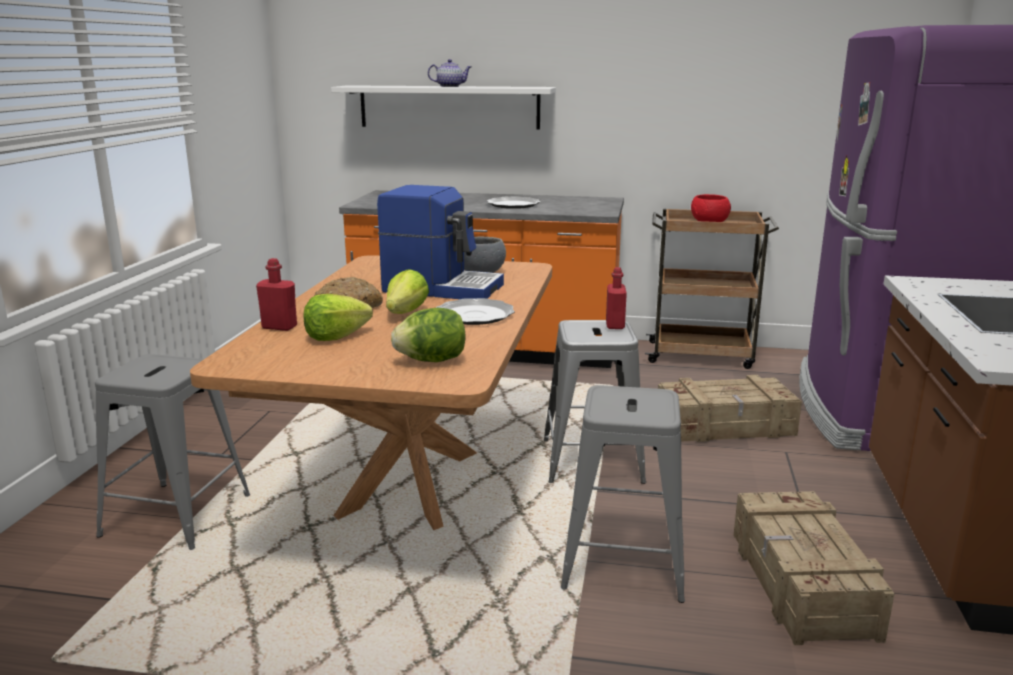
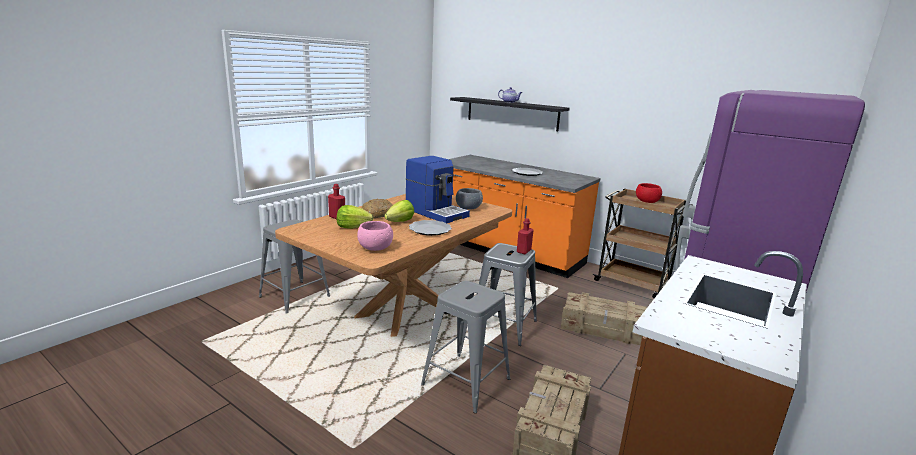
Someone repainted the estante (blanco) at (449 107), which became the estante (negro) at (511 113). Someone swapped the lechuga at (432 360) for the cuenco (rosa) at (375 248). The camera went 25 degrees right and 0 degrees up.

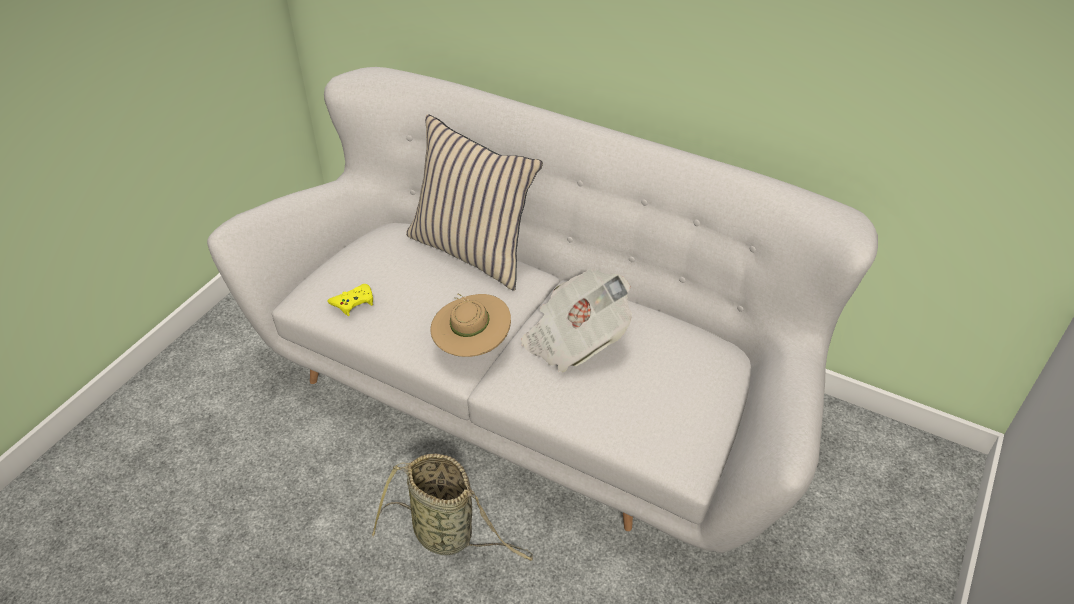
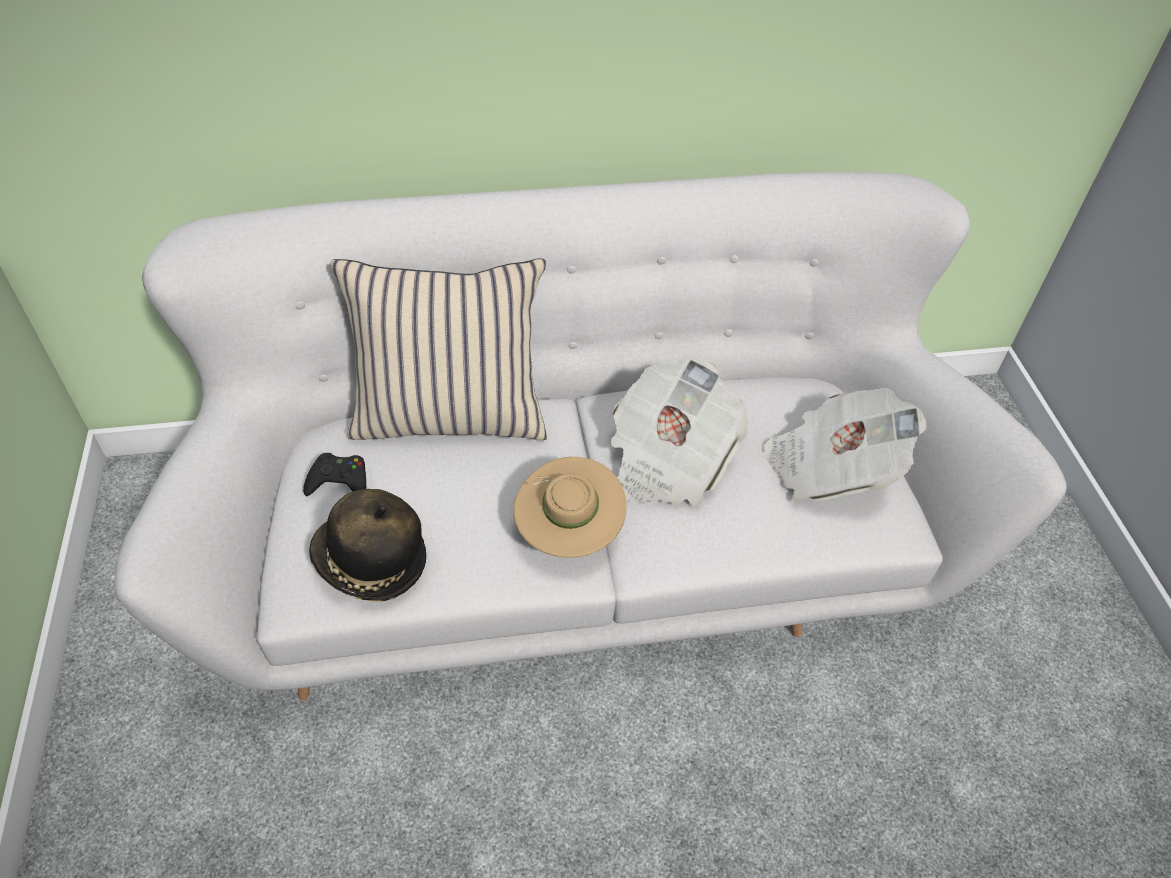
Someone swapped the mando de consola (amarillo) at (353 302) for the sombrero at (370 562). Someone took away the cesta at (448 535). Someone put down the mando de consola (negro) at (339 481). Someone put down the periódico at (831 467). The camera went 40 degrees left and 5 degrees up.

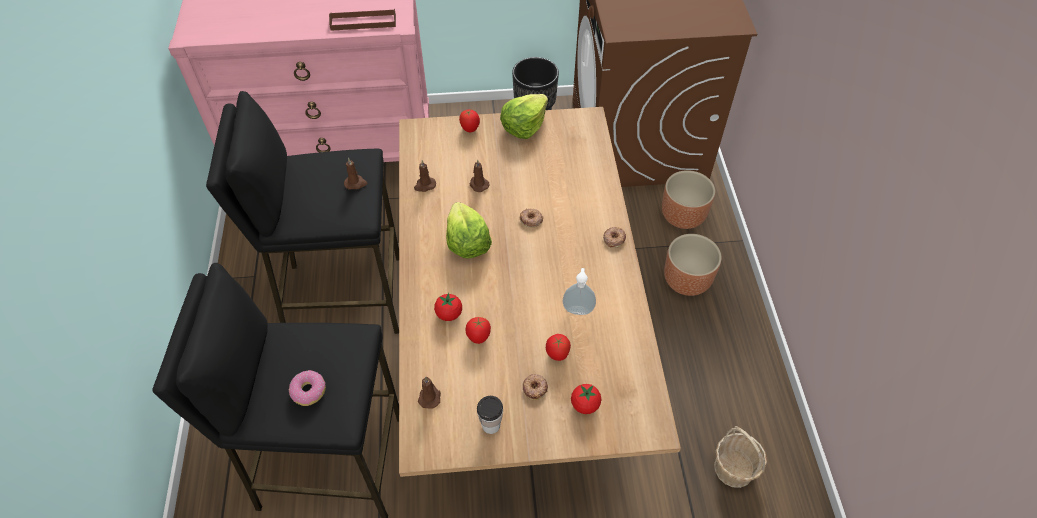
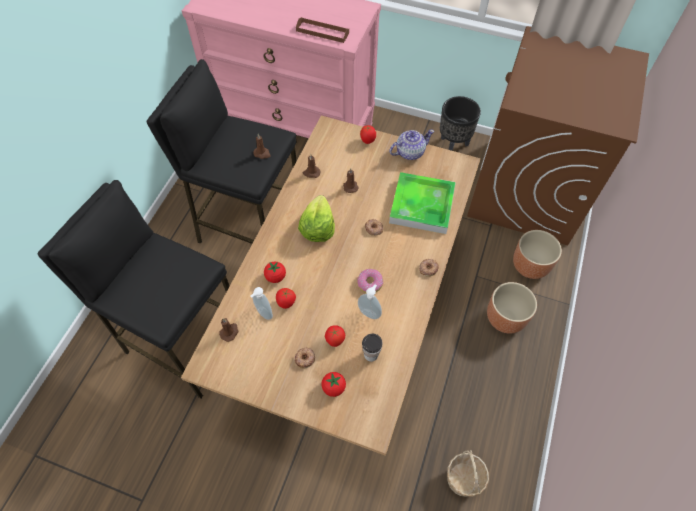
Someone carried the rosquilla from (308 391) to (369 283). Someone carried the taza from (491 425) to (371 355). Someone swapped the lechuga at (524 126) for the tetera at (409 152). Someone put down the dispensador de jabón at (263 313). Someone put down the bandeja at (422 205). The camera went 25 degrees right and 5 degrees up.

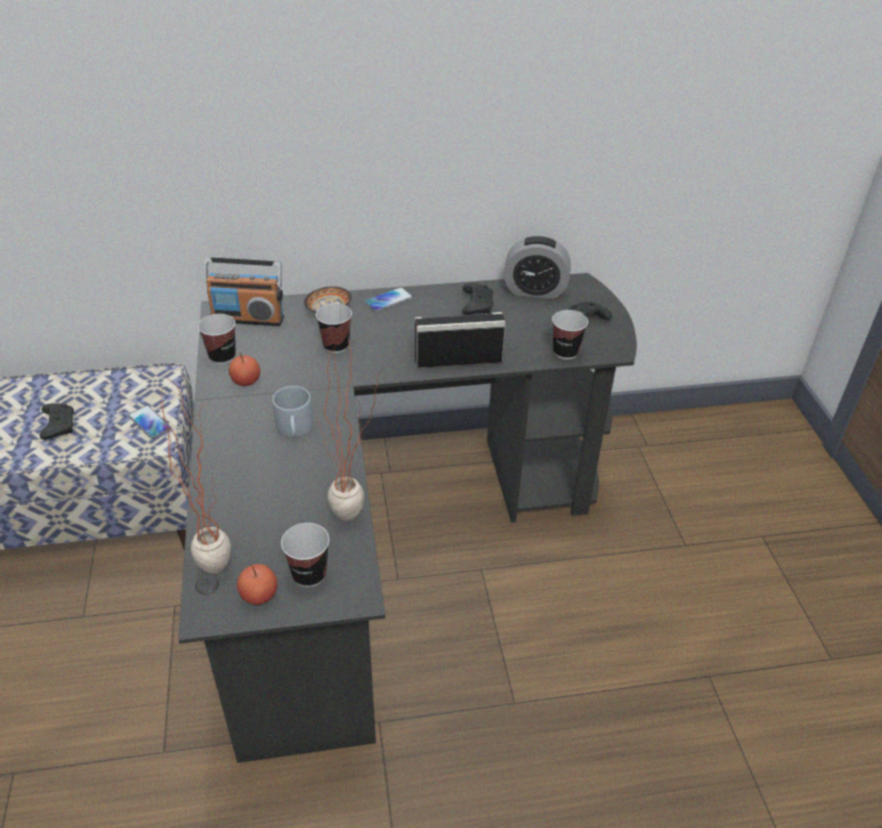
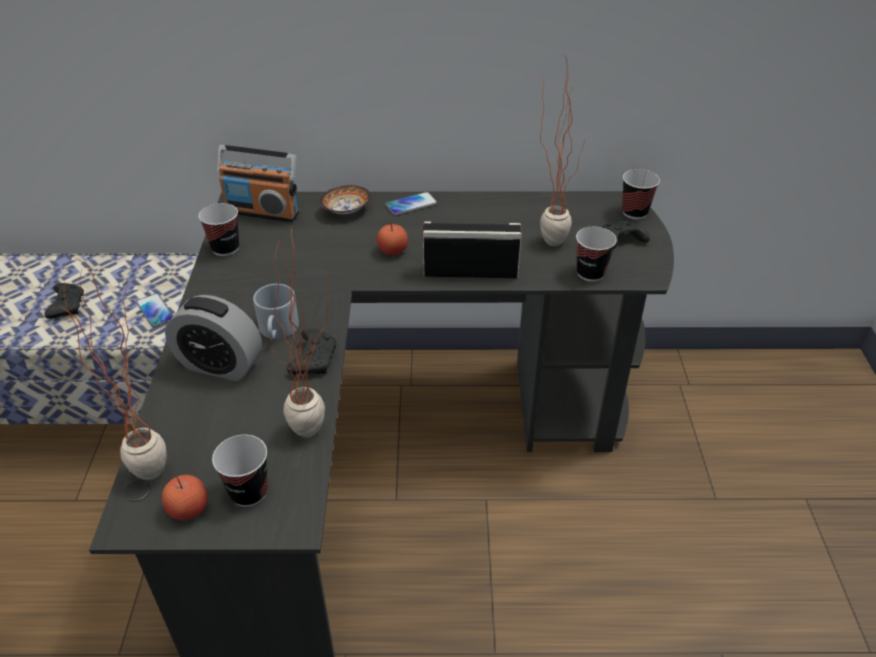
Someone carried the manzana from (246 381) to (392 251). Someone carried the taza from (336 346) to (634 212). Someone carried the mando de consola (negro) from (476 305) to (314 359). Someone carried the despertador from (535 291) to (220 365). Someone put down the planta en maceta at (550 237). The camera went 10 degrees right and 0 degrees up.

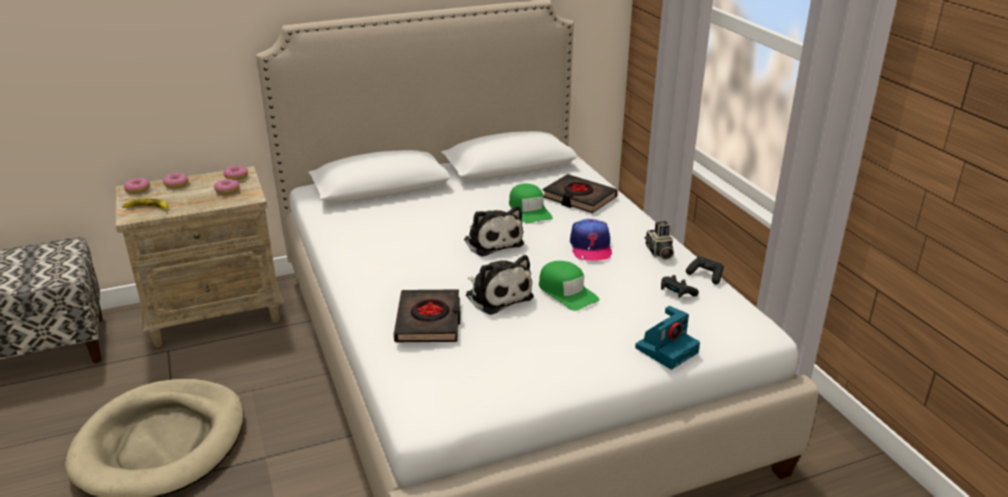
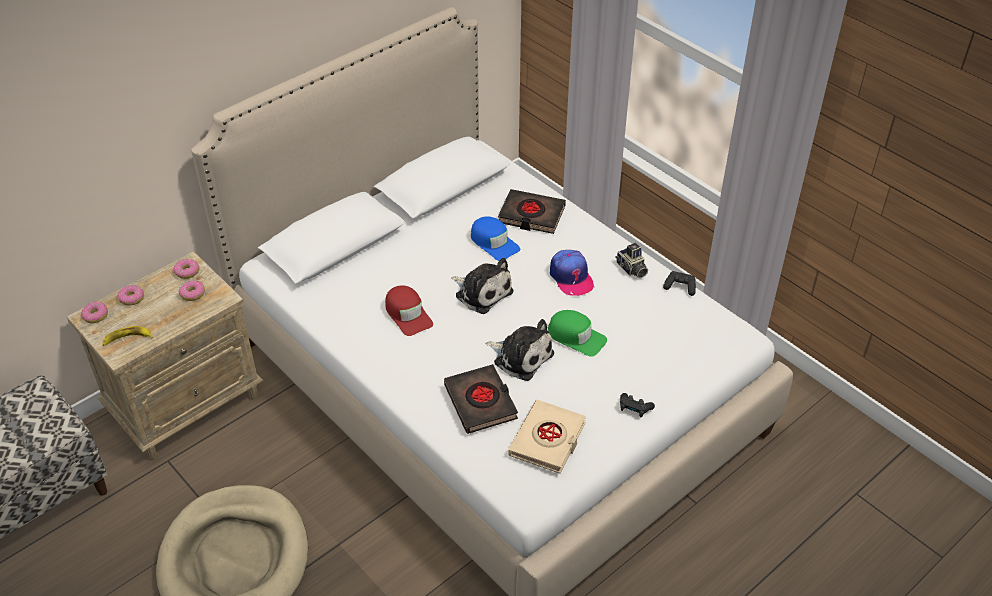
Someone repainted the gorra (verde) at (529 210), which became the gorra (azul) at (494 242). Someone took away the cámara at (667 349). Someone carried the mando de consola (negro) from (676 293) to (634 409). Someone put down the gorra (rojo) at (408 314). Someone put down the libro (beis) at (548 440). The camera went 20 degrees left and 15 degrees up.

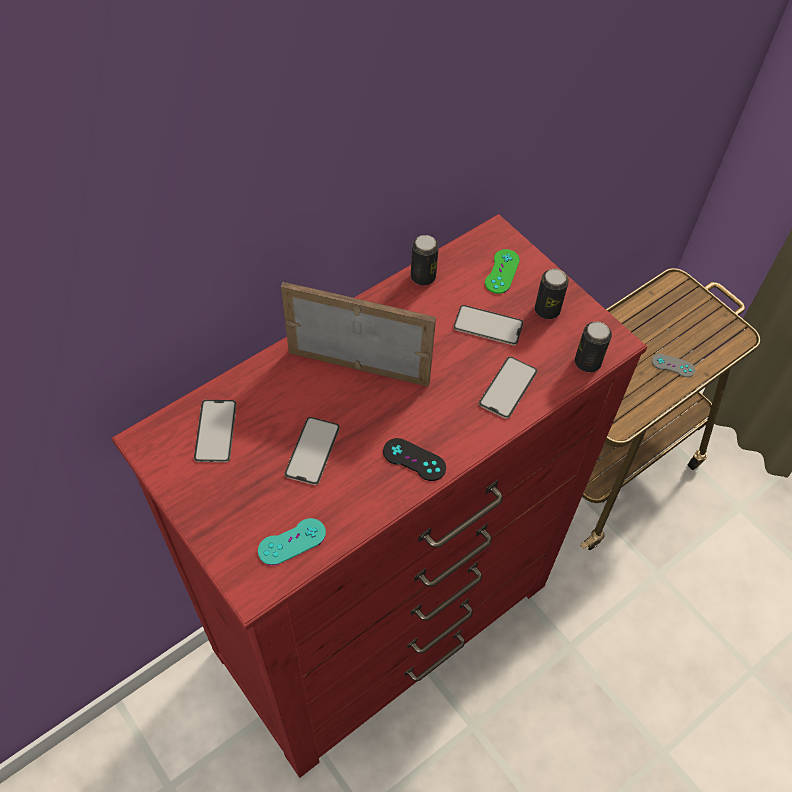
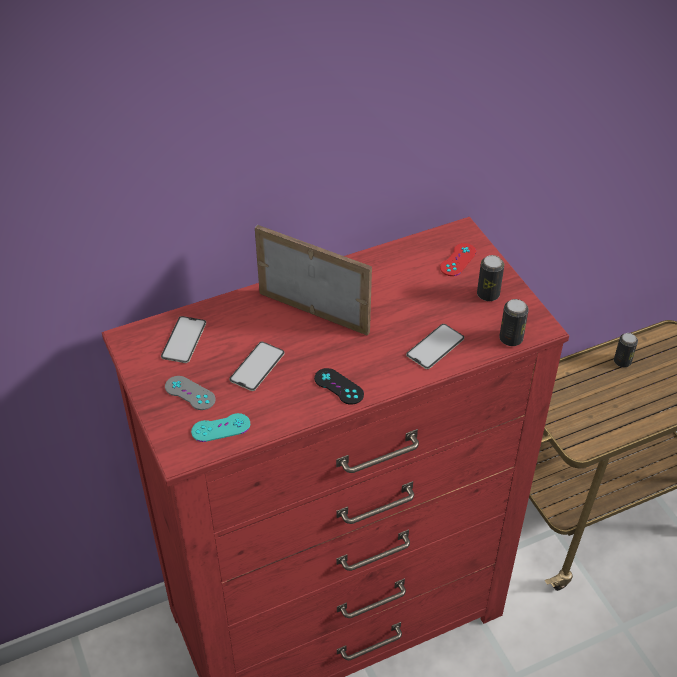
Someone carried the lata from (423 277) to (622 361). Someone took away the móvil at (488 325). Someone repainted the mando de consola (verde) at (502 271), which became the mando de consola (rojo) at (458 260). Someone carried the mando de consola (gris) from (673 365) to (190 393). The camera went 15 degrees right and 10 degrees down.

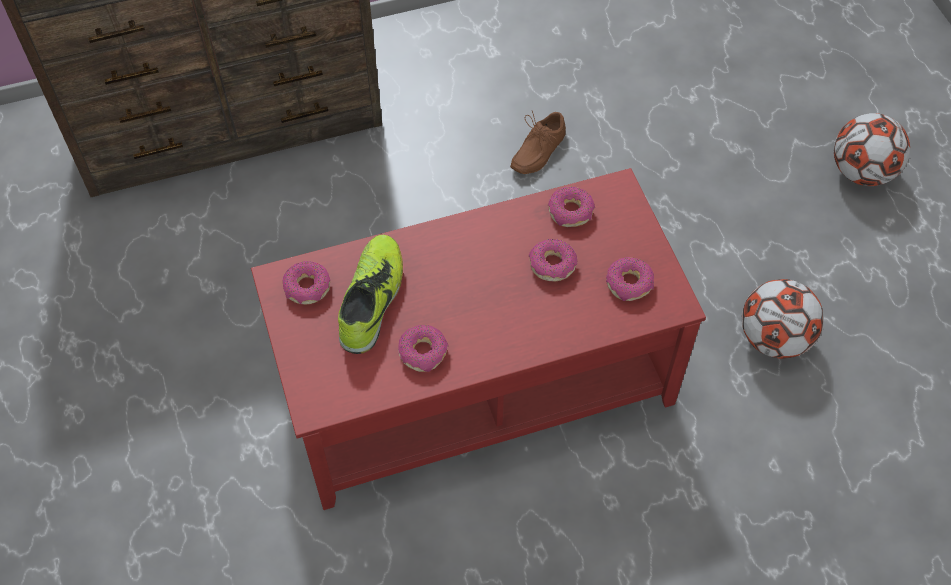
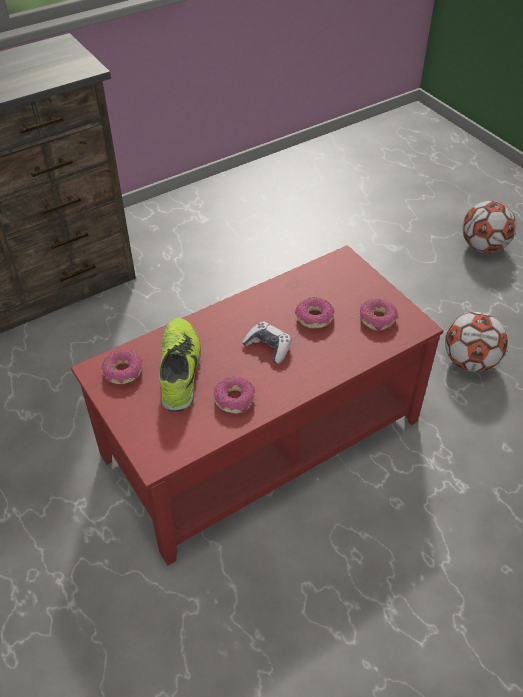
Someone took away the zapato (marrón) at (536 150). Someone took away the rosquilla at (571 212). Someone put down the mando de consola at (268 347). The camera went 15 degrees left and 10 degrees down.

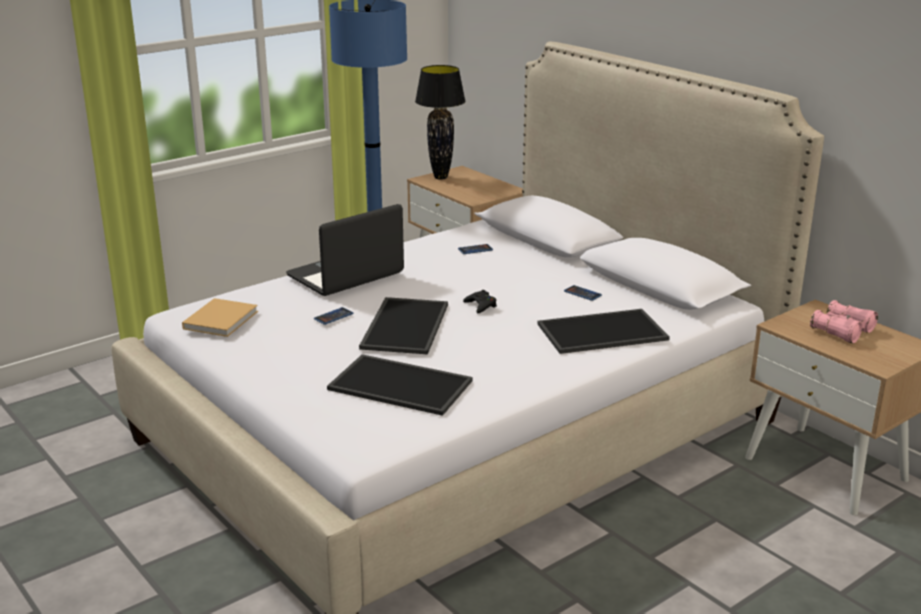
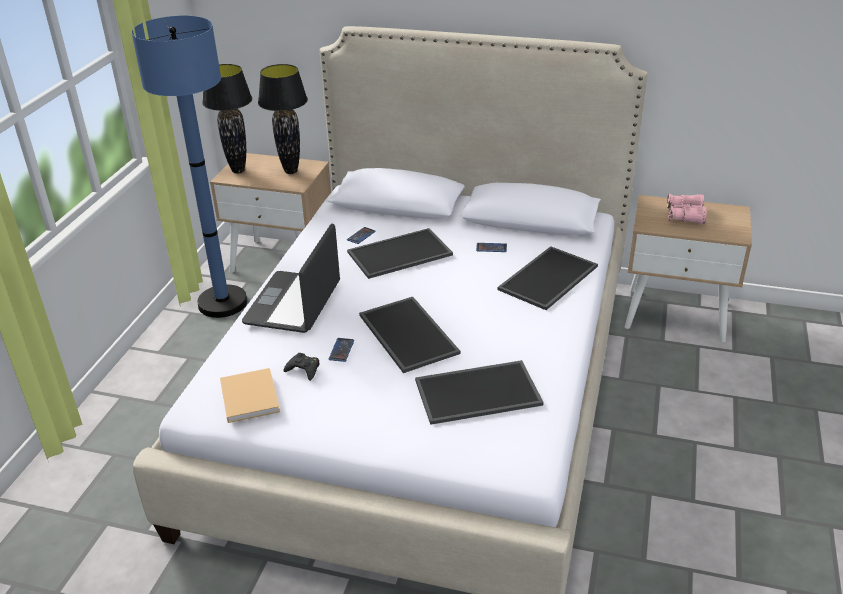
Someone carried the mando de consola (negro) from (481 305) to (303 369). Someone put down the lámpara de mesa (negro) at (291 171). Someone put down the bandeja at (399 254). The camera went 35 degrees left and 10 degrees up.

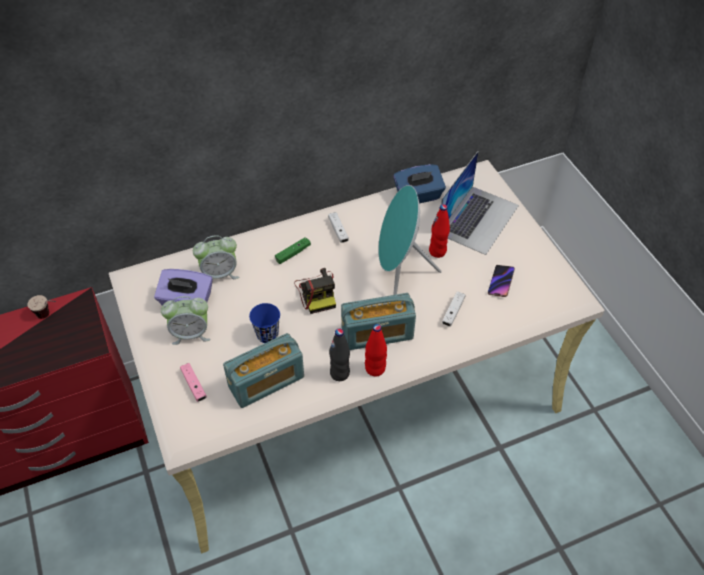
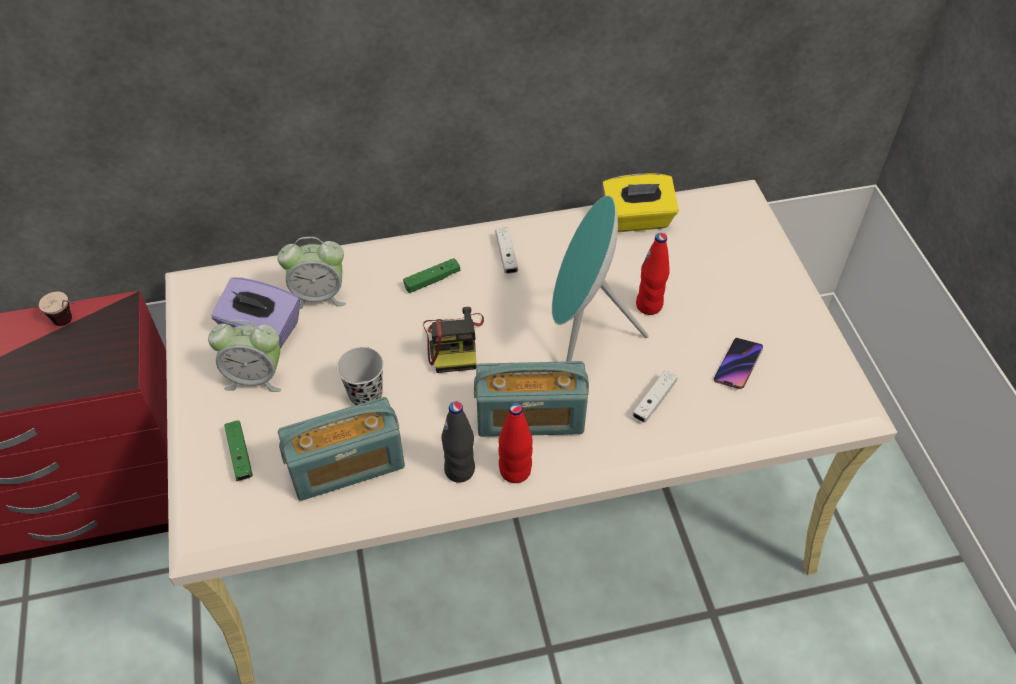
Someone repainted the mando de consola (rosa) at (194 385), which became the mando de consola (verde) at (240 455). Someone repainted the taza (azul) at (267 335), which became the taza (negro) at (366 395). Someone repainted the caja de pañuelos (azul) at (418 196), which became the caja de pañuelos (amarillo) at (637 220). Someone took away the portátil at (478 219). The camera went 10 degrees right and 0 degrees up.

